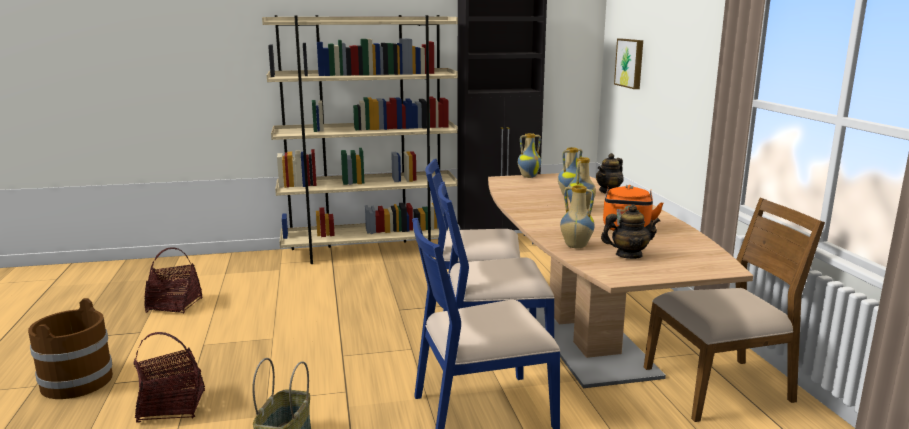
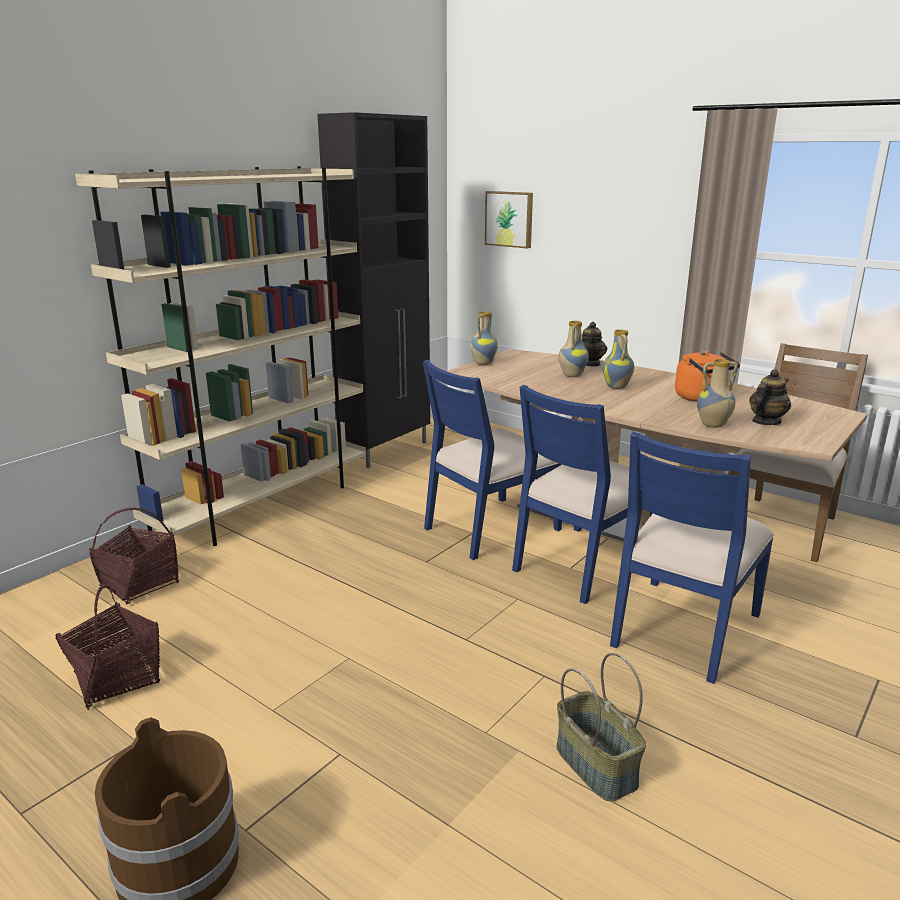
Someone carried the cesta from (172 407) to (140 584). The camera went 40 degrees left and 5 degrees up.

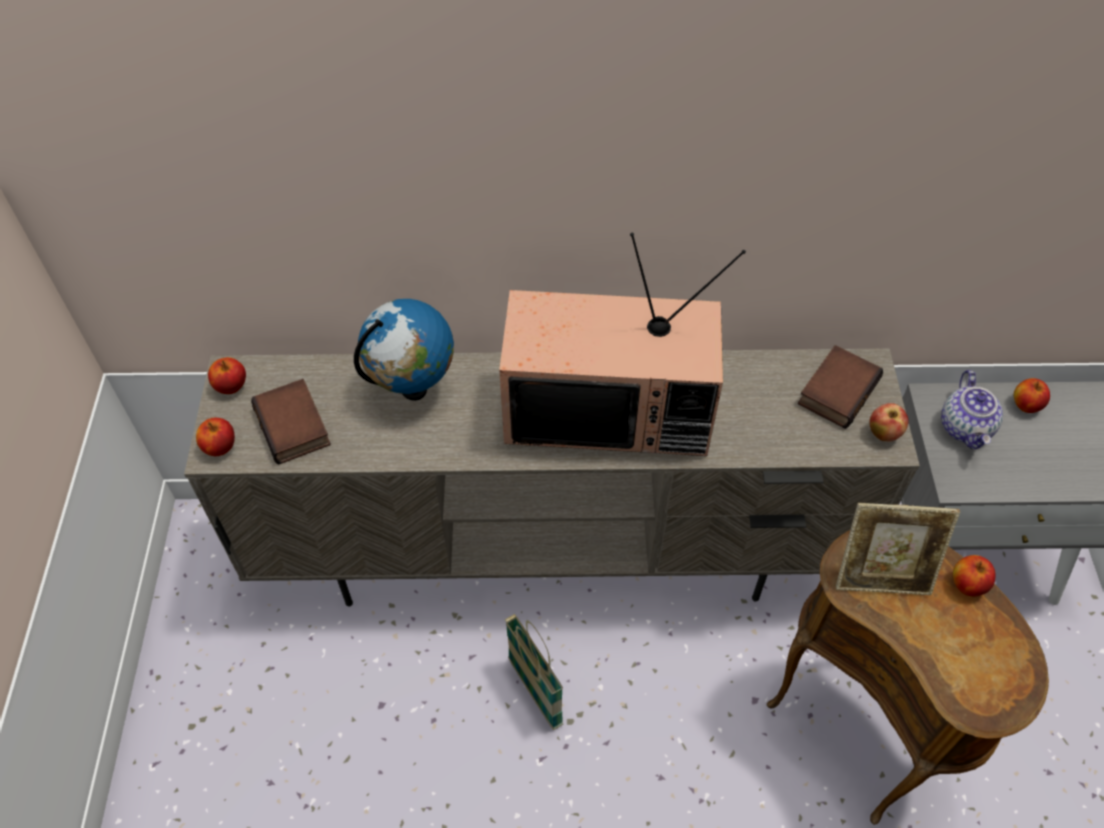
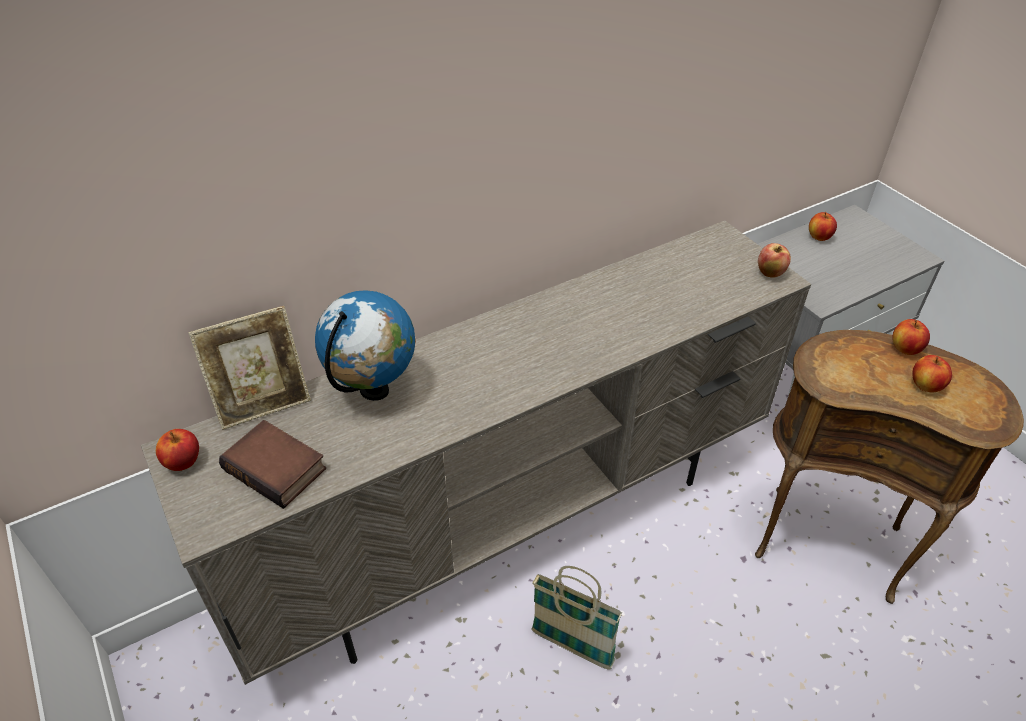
Someone carried the manzana from (220 447) to (925 386). Someone took away the televisor at (610 407). Someone took away the libro at (836 390). Someone carried the portarretratos from (881 576) to (263 403). Someone took away the tetera at (966 428). The camera went 30 degrees left and 10 degrees down.

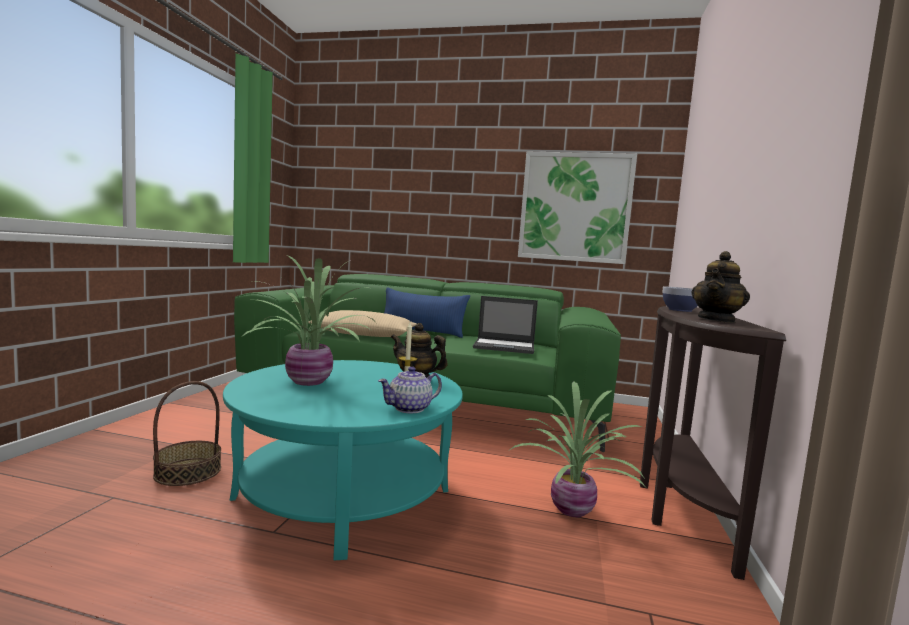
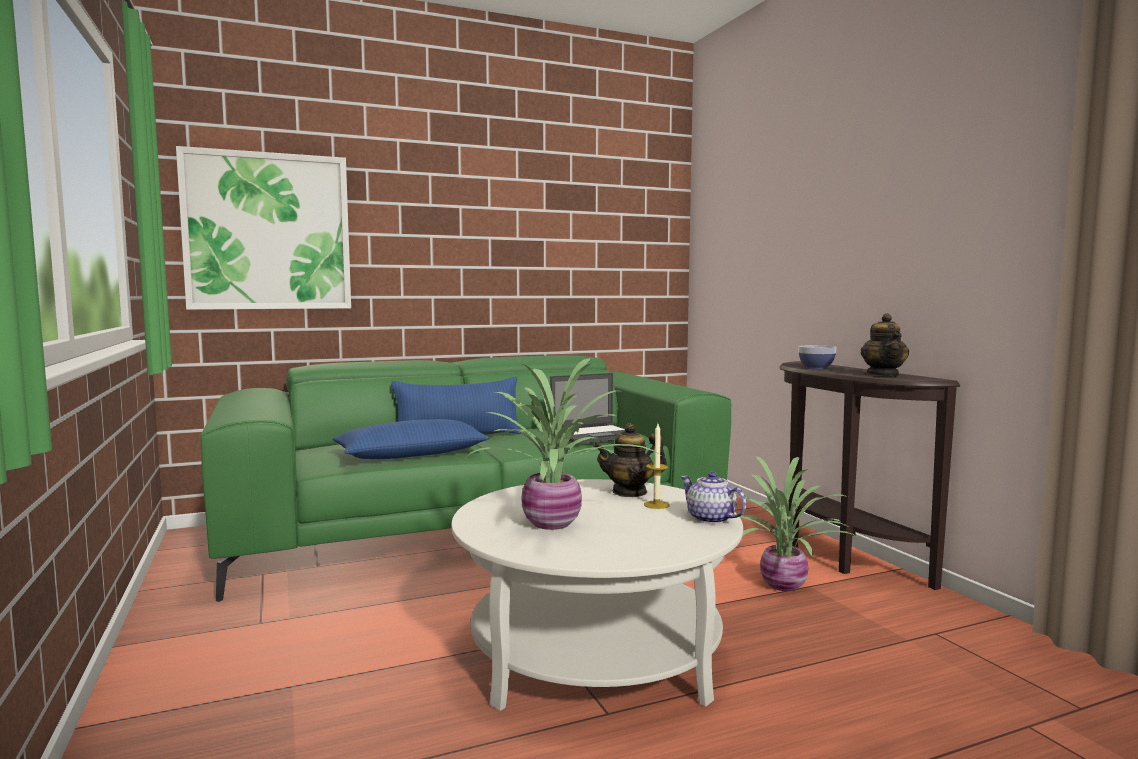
Someone took away the cesta at (188 471). Someone repainted the mesa de centro (turquesa) at (344 493), which became the mesa de centro (blanco) at (595 651). Someone repainted the cojín (beis) at (363 334), which became the cojín (azul) at (412 455). Someone rotated the tetera at (410 408) by 120 degrees clockwise. Someone carried the cuadro from (575 207) to (268 232). The camera went 35 degrees left and 0 degrees up.

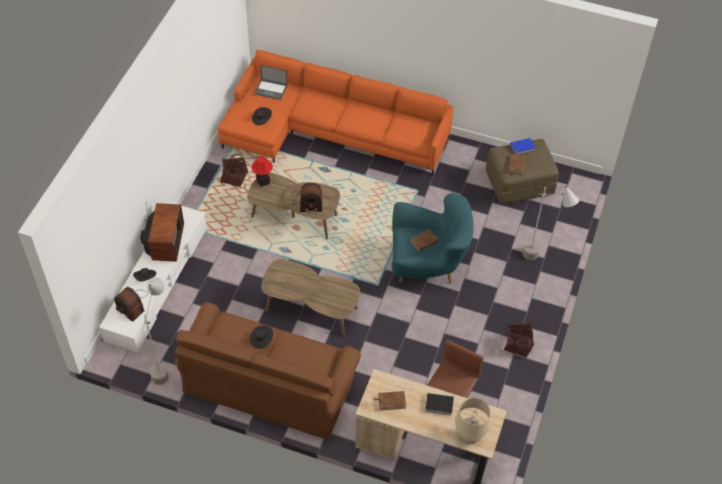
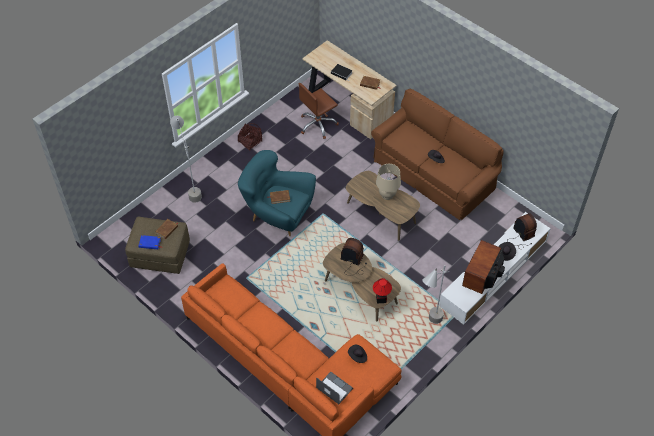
Someone carried the lámpara de pie (gris) from (164 365) to (429 326). Someone took away the cesta at (234 178). Someone carried the lámpara de mesa (beis) from (469 436) to (387 195). The camera went 155 degrees left and 0 degrees up.

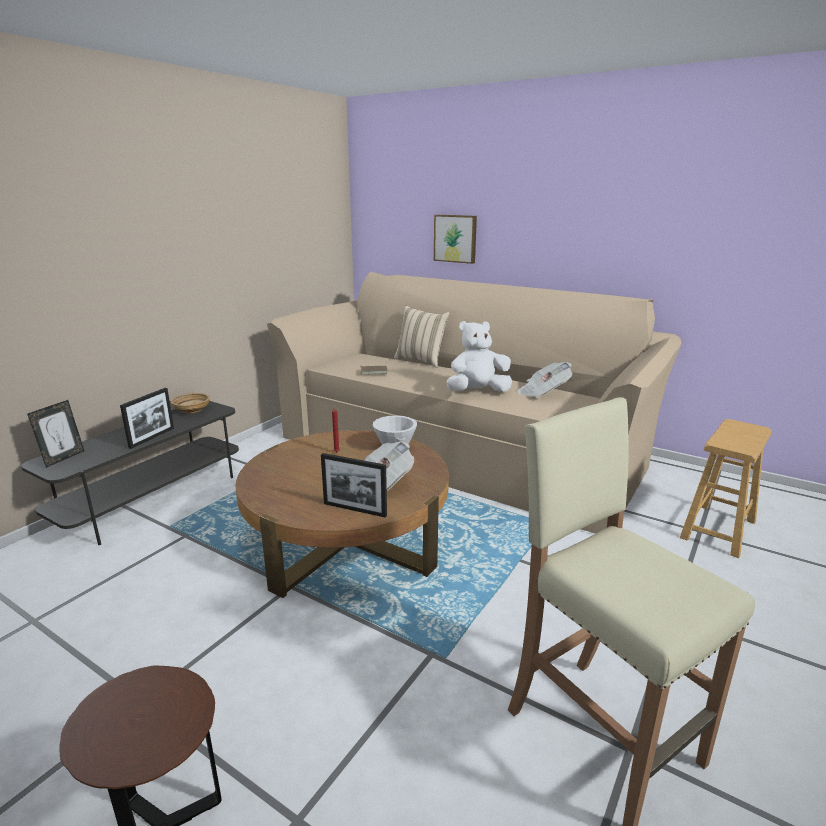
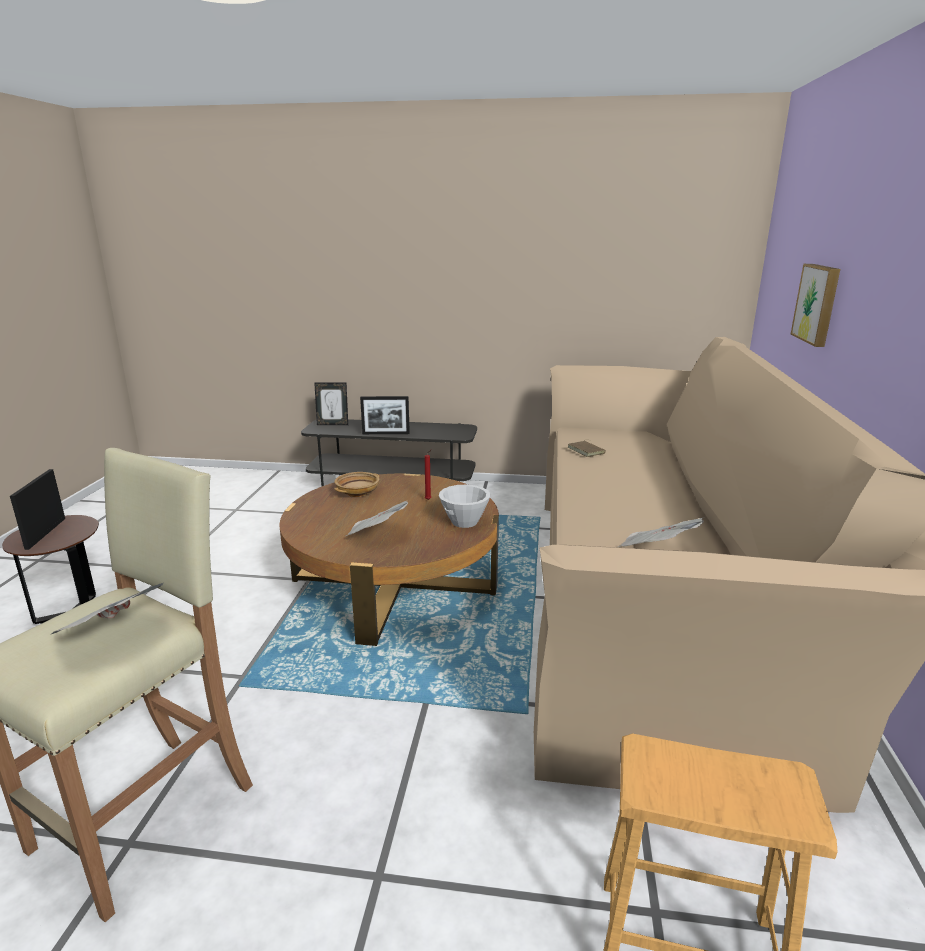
Someone carried the cuenco (beis) from (191 410) to (358 492). Someone carried the portarretratos from (355 509) to (46 533). Someone took away the cojín (beis) at (421 360). Someone took away the peluche (blanco) at (477 392). Someone put down the periódico at (113 633). The camera went 65 degrees right and 0 degrees up.

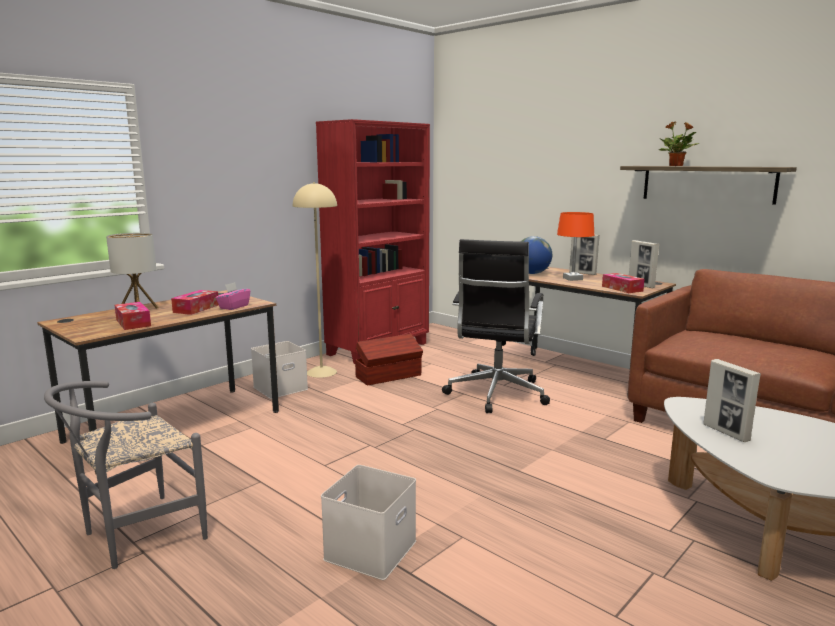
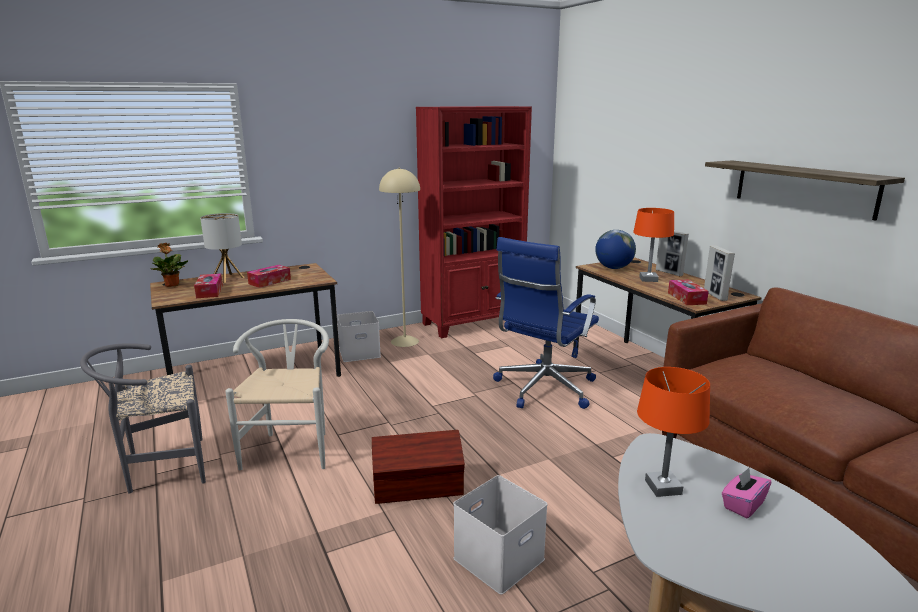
Someone carried the caja de pañuelos (rosa) from (233 307) to (743 505). Someone carried the caja de almacenaje (blanco) from (371 551) to (499 560). Someone carried the caja de almacenaje (marrón) from (389 376) to (419 488). Someone repainted the silla de oficina (negro) at (496 394), which became the silla de oficina (azul) at (543 389). Someone carried the planta en maceta from (676 166) to (172 285). Someone swapped the portarretratos at (726 432) for the lámpara de mesa (naranja) at (663 487). Someone put down the silla (blanco) at (291 447). The camera went 20 degrees right and 5 degrees up.

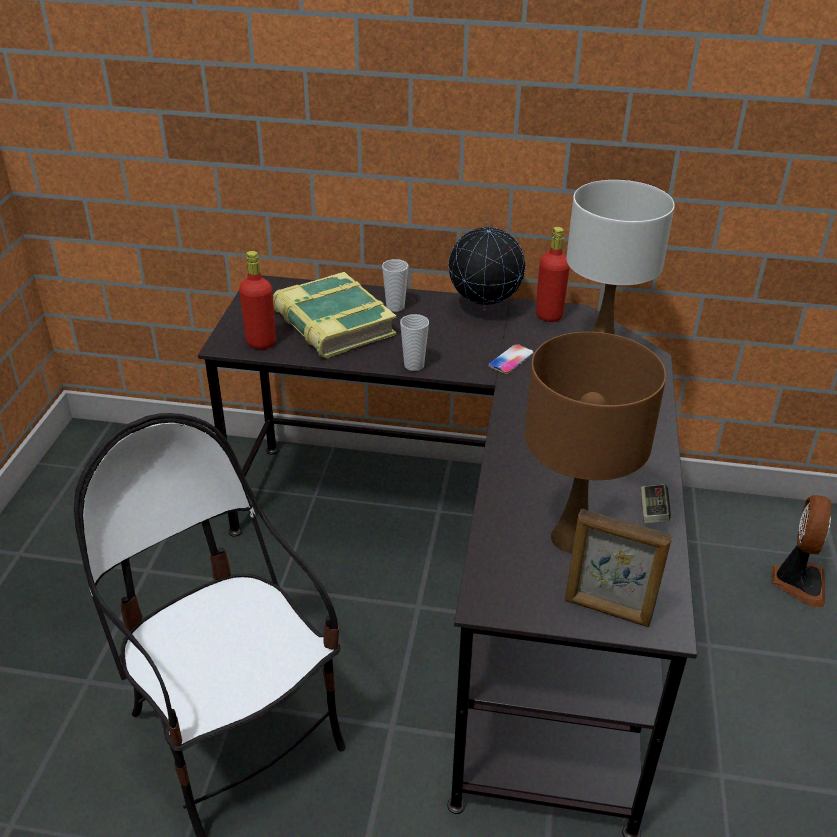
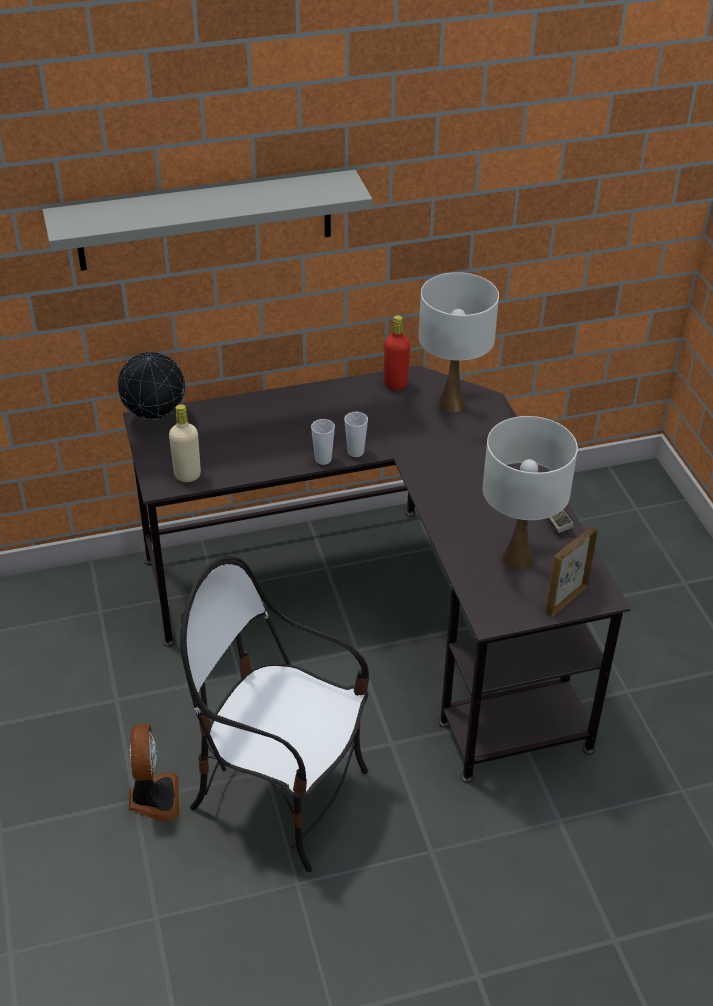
Someone repainted the botella (rojo) at (261 343), which became the botella (beis) at (187 475). Someone took away the libro at (332 324). Someone carried the taza from (395 307) to (355 452). Someone carried the globo terráqueo from (483 309) to (155 419). Someone took away the móvil at (511 360). Someone repainted the lámpara de mesa (marrón) at (572 537), which became the lámpara de mesa (blanco) at (516 558). Someone rotated the portarretratos at (607 611) by 135 degrees clockwise. Someone carried the ventilador from (797 582) to (153 798). Someone put up the estante (gris) at (205 220). The camera went 25 degrees left and 5 degrees up.

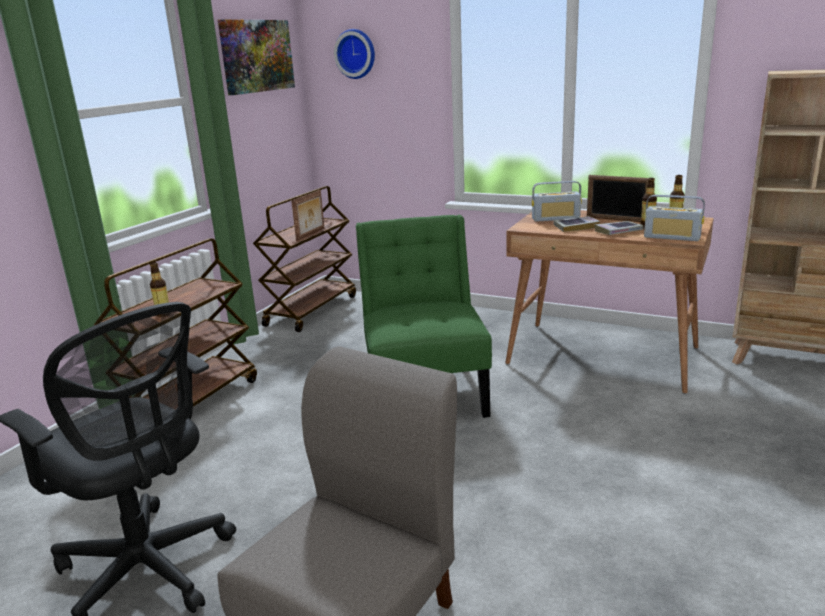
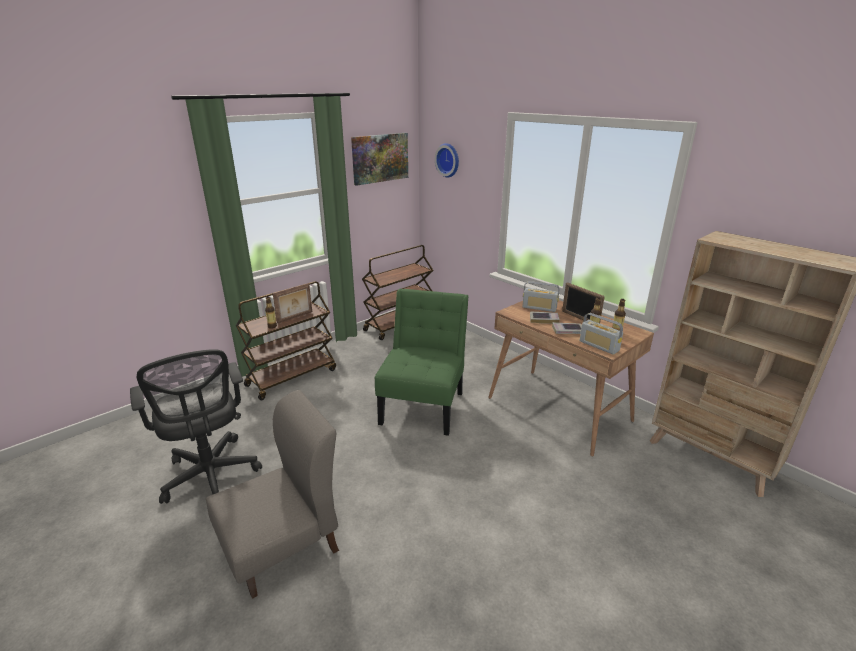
Someone carried the portarretratos from (311 234) to (295 317). The camera went 20 degrees right and 5 degrees up.

